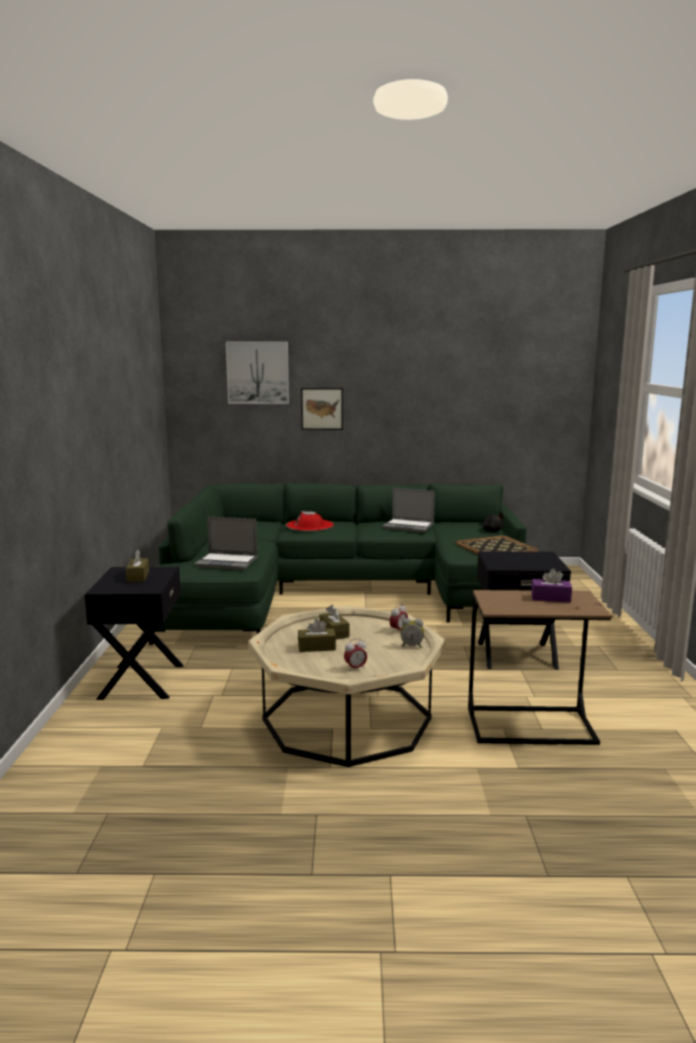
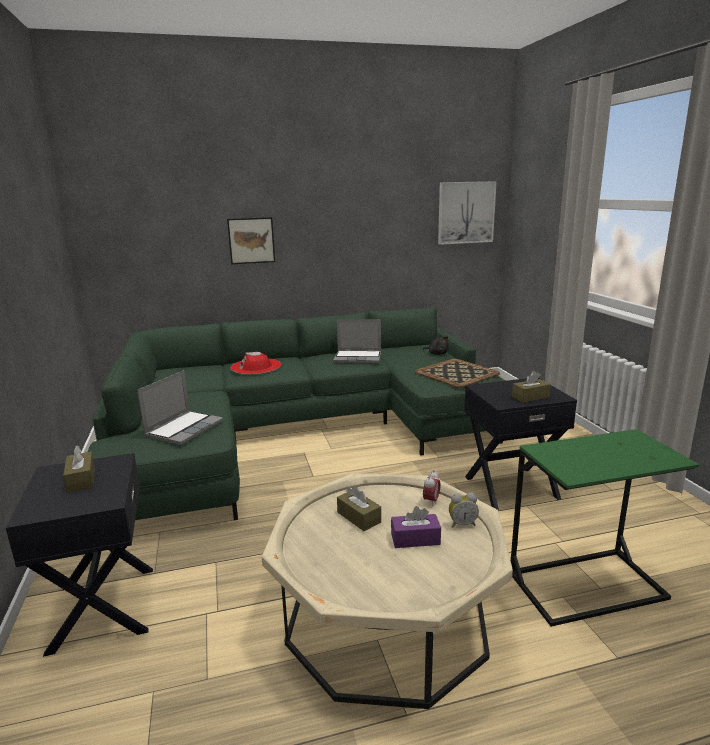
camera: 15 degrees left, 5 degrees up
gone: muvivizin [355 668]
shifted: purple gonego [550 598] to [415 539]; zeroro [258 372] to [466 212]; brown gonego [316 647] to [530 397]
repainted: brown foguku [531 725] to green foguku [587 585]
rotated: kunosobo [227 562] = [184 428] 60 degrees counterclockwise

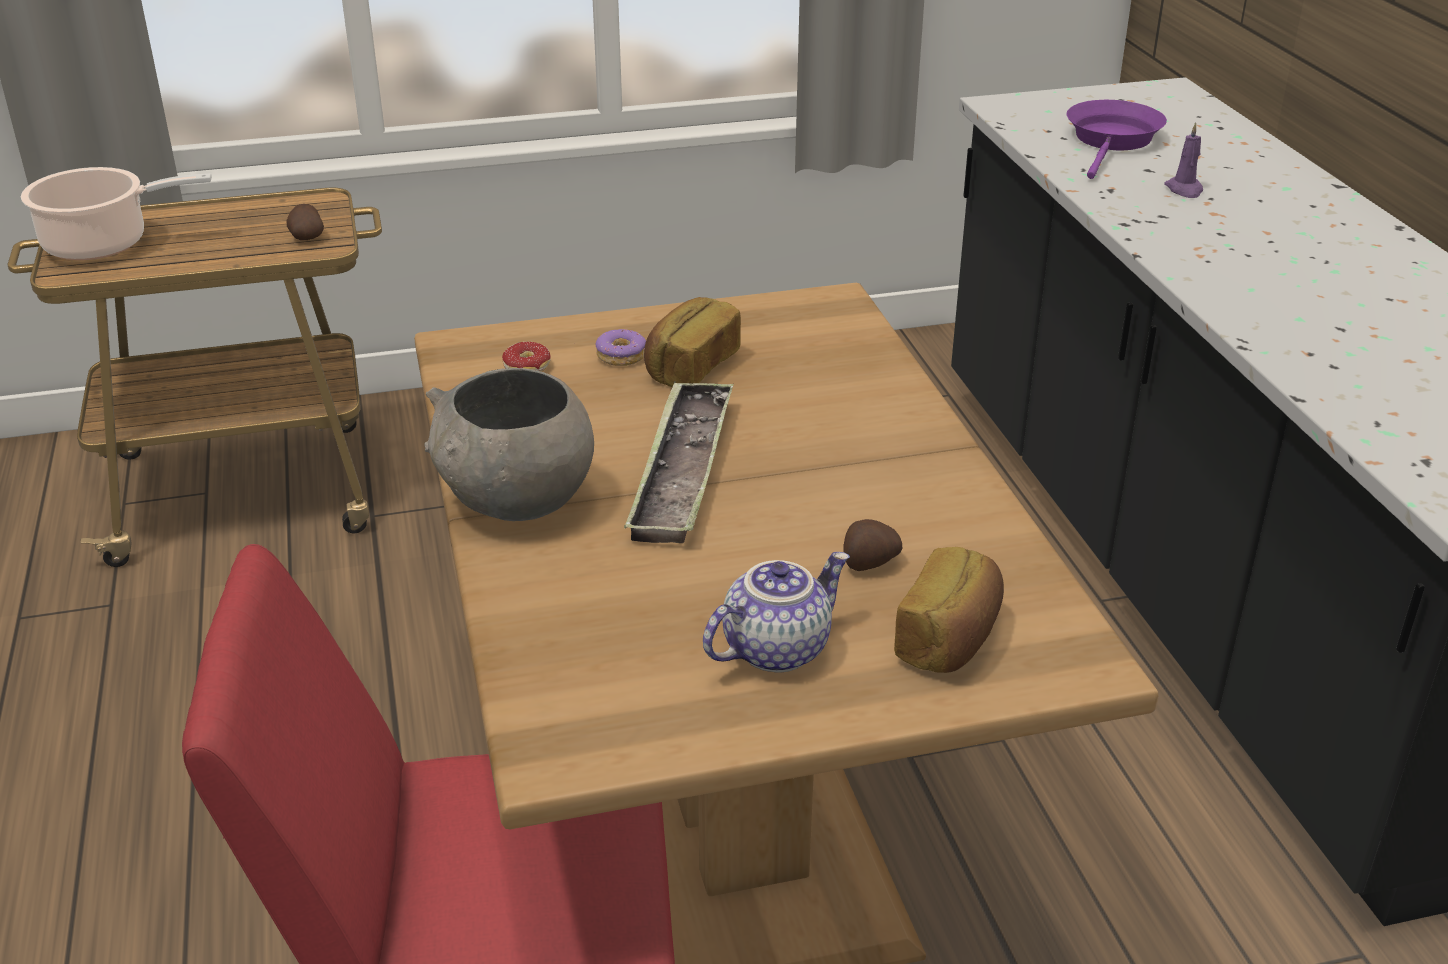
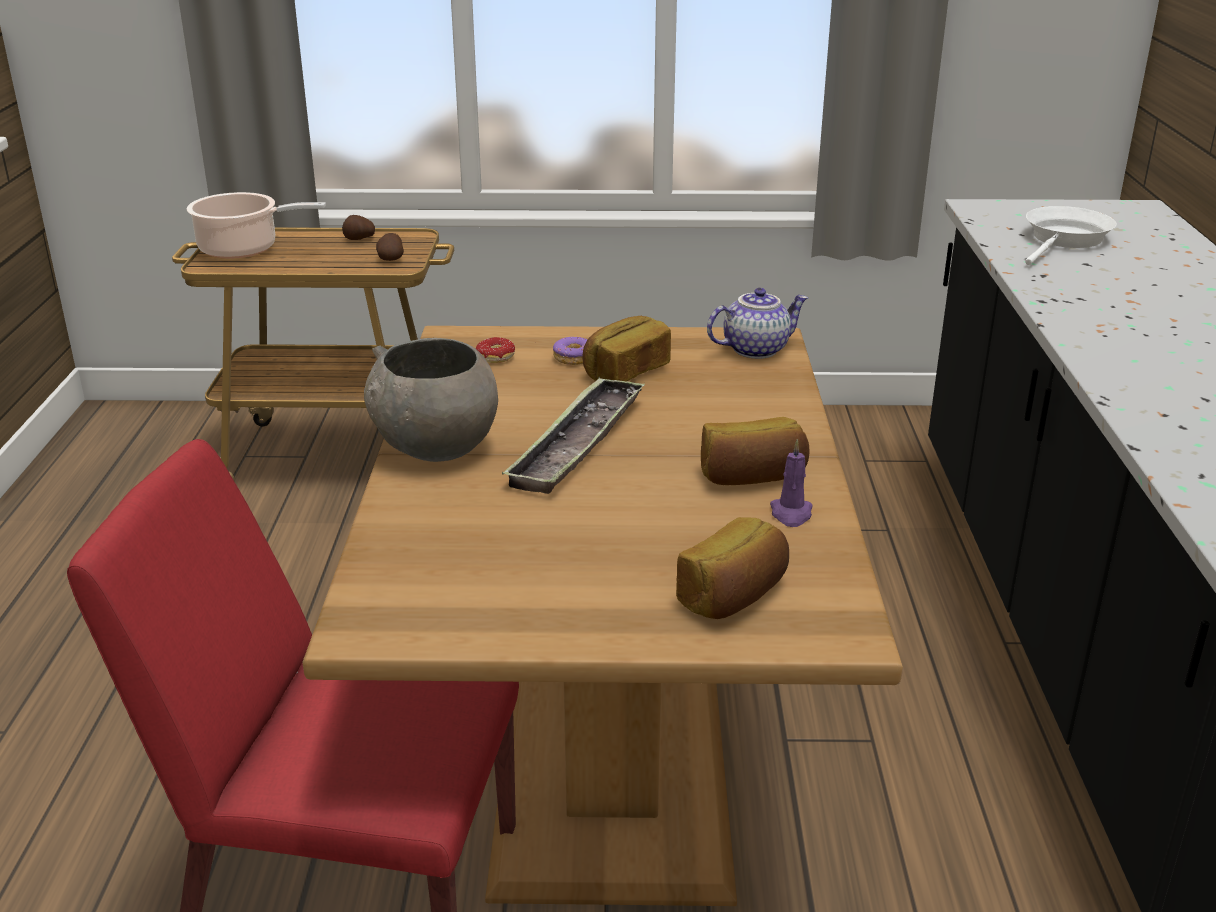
camera: 15 degrees right, 5 degrees down
new: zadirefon [752 477]
shifted: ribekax [868 563] to [359 239]; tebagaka [775 648] to [755 349]; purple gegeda [1184 190] to [791 514]
repainted: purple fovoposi [1112 141] to white fovoposi [1065 240]

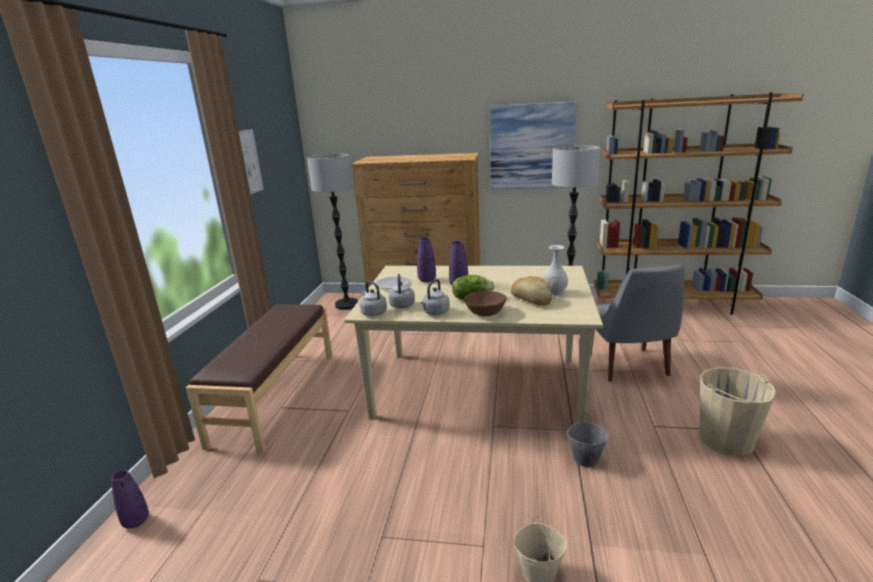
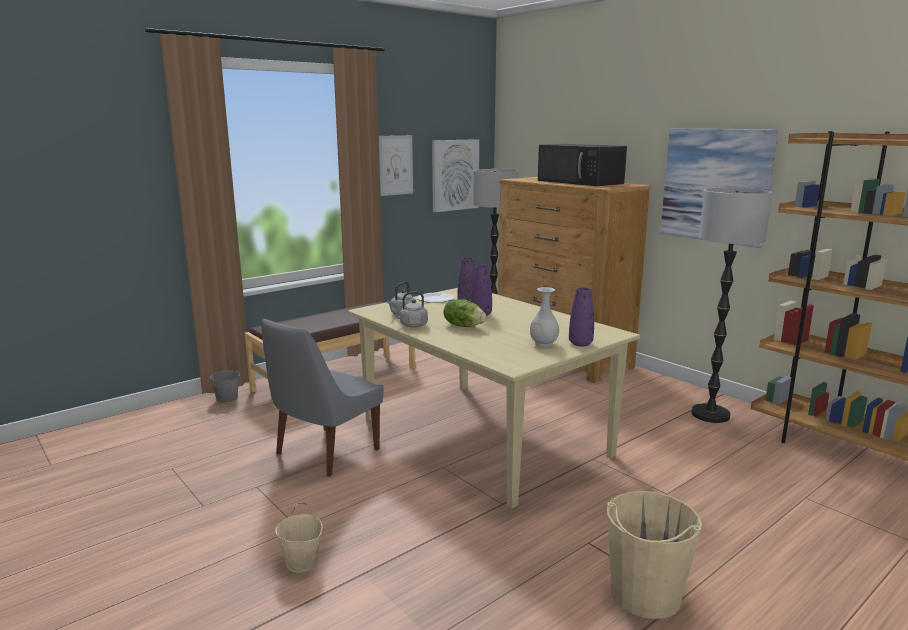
camera: 40 degrees right, 5 degrees down
gone: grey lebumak [373 312]; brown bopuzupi [485 312]; zadirefon [531 300]
new: zeroro [454 175]; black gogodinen [581 182]
shifted: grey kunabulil [585 458] to [226 398]; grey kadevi [628 366] to [324 453]; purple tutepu [136 521] to [580 343]

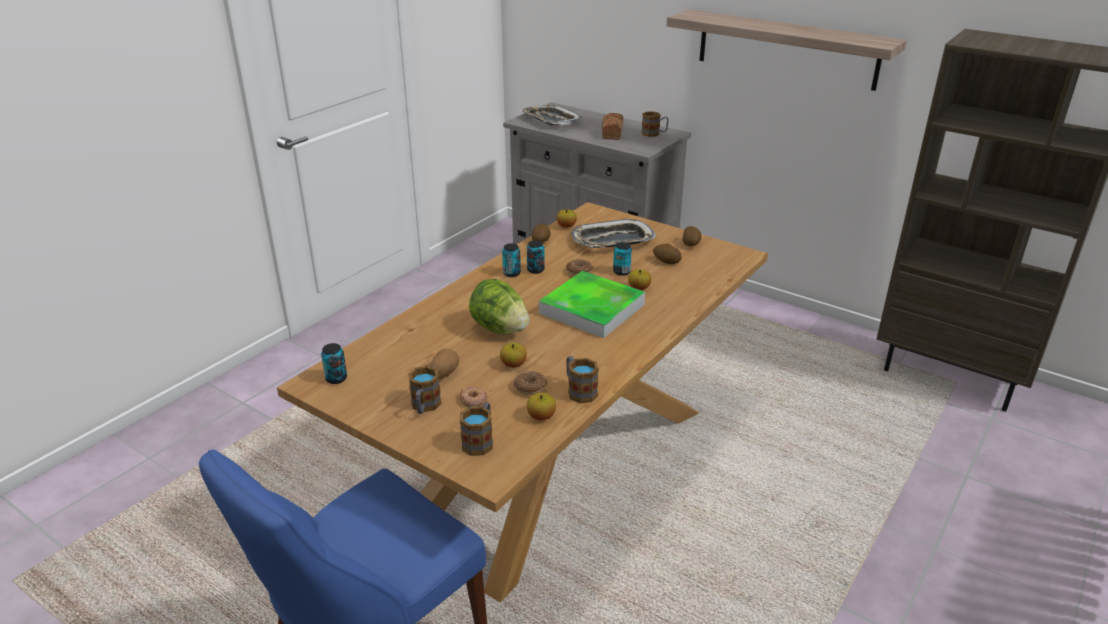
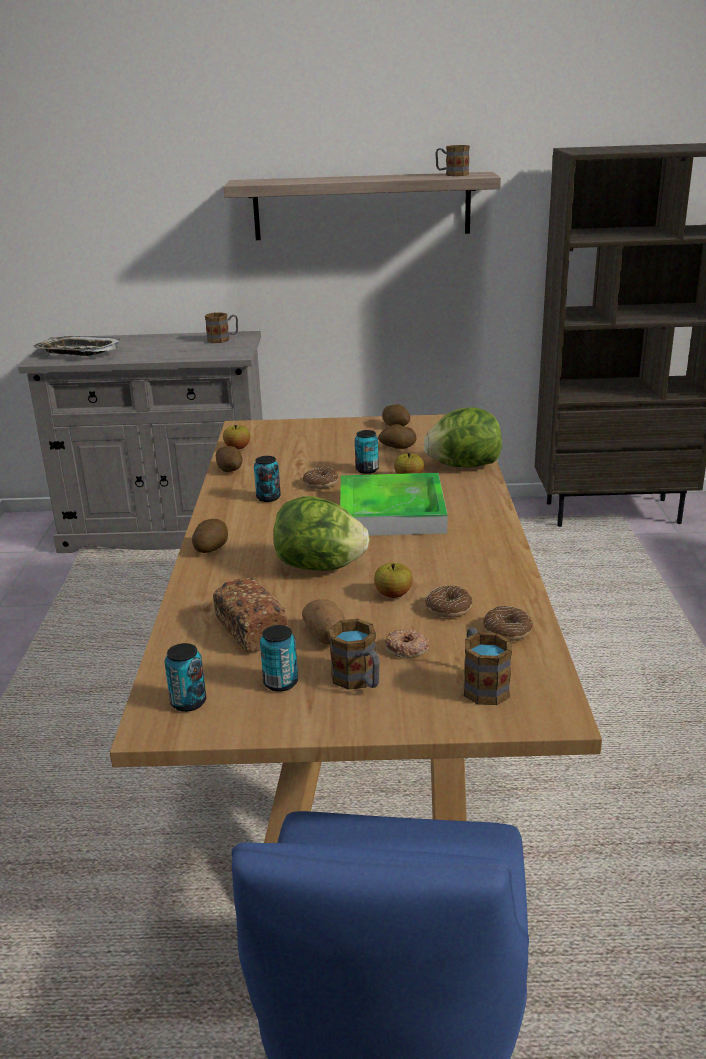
camera: 35 degrees left, 5 degrees down
gone: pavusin [612 241]
new: ribekax [211 547]; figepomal [463 466]
shifted: zadirefon [612 134] to [250 630]; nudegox [511 273] to [280 683]; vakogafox [579 390] to [452 174]
swapped: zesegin [541 416] to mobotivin [507 631]

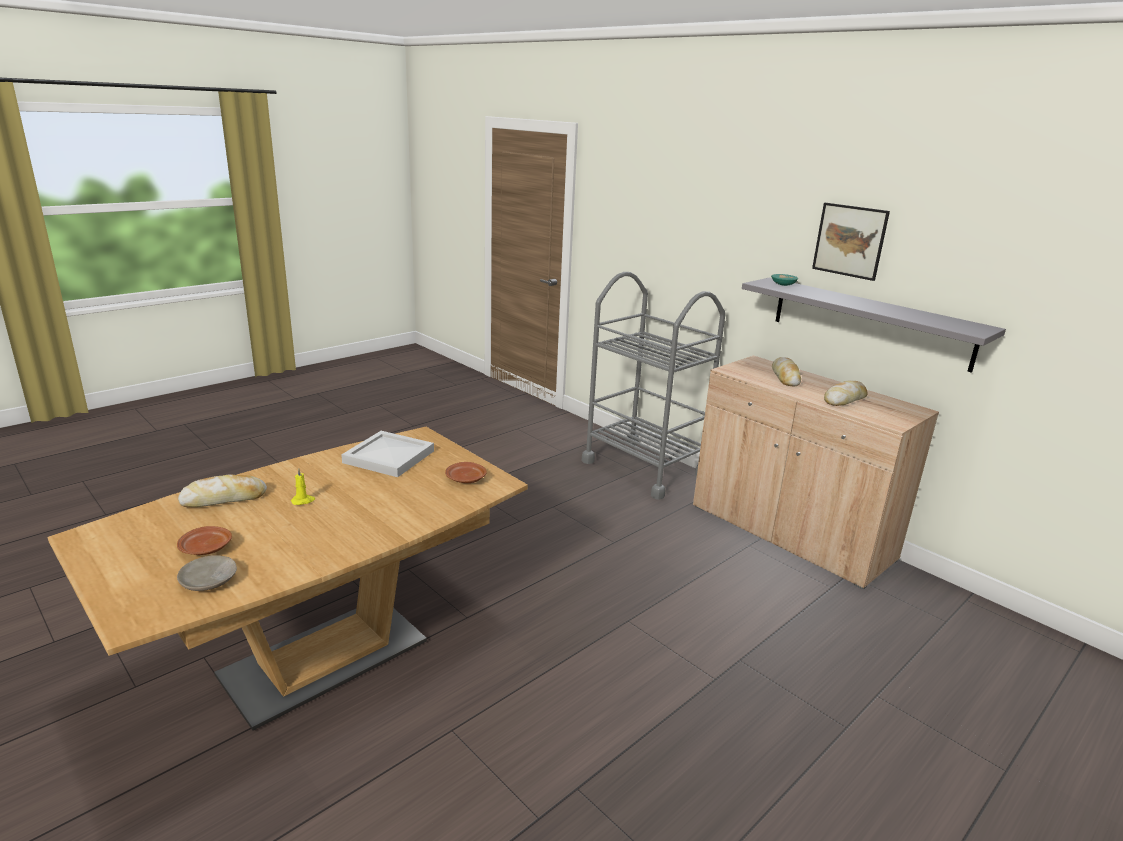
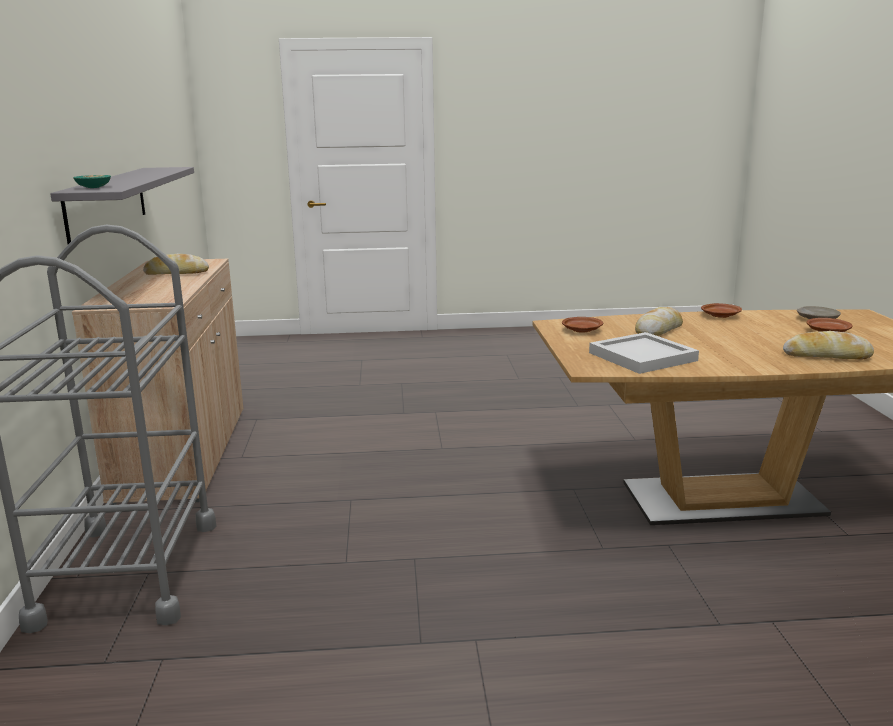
camera: 140 degrees left, 5 degrees down
gone: yellow gegeda [303 501]; zeroro [849 241]
new: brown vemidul [720 316]
shifted: zadirefon [785 377] to [659 330]

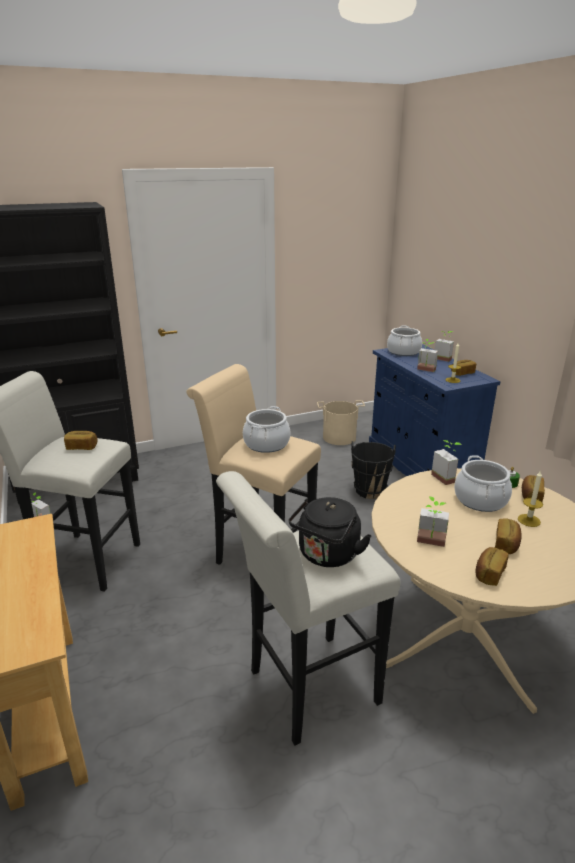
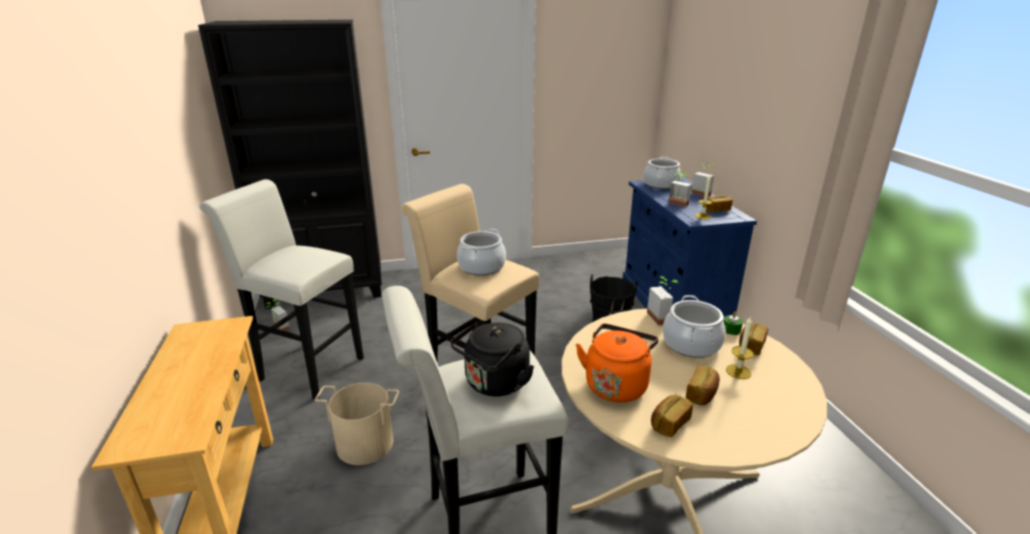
camera: 10 degrees right, 0 degrees up
gone: zadirefon [82 447]
shifted: beige kunabulil [339 437] to [365 443]
swapped: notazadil [430 543] to orange lebumak [616 384]

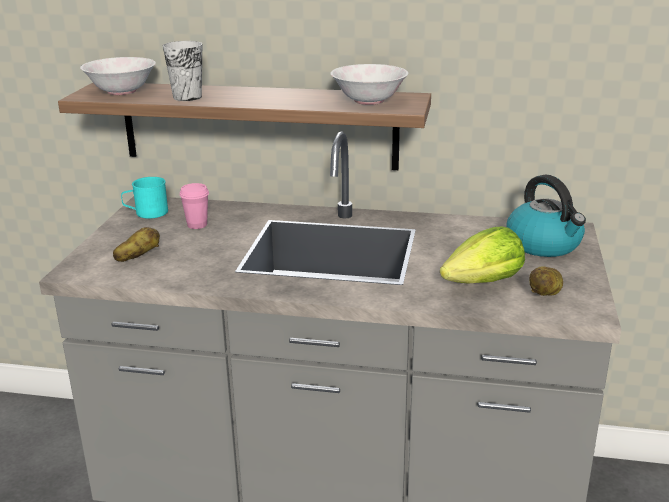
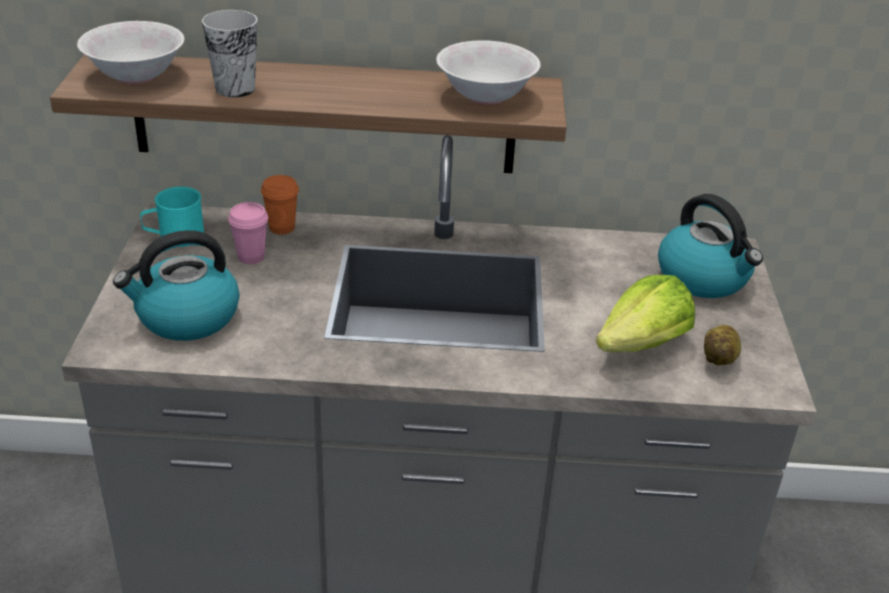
camera: 10 degrees left, 10 degrees up
new: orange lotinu [282 228]
swapped: ribekax [138 257] to lebumak [186 317]

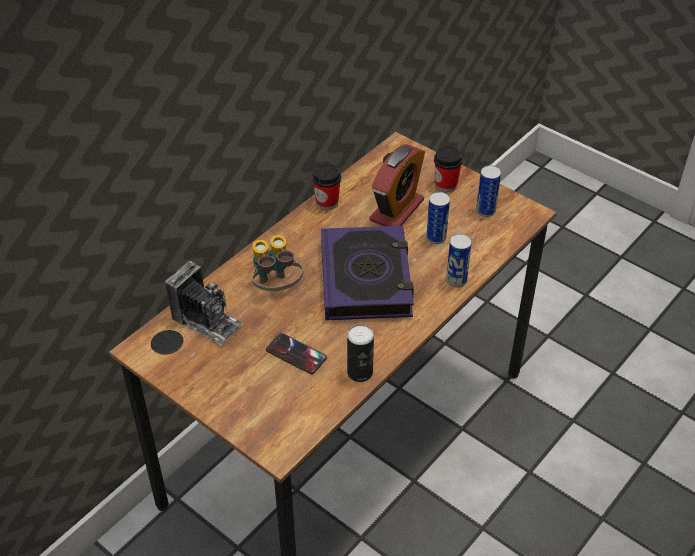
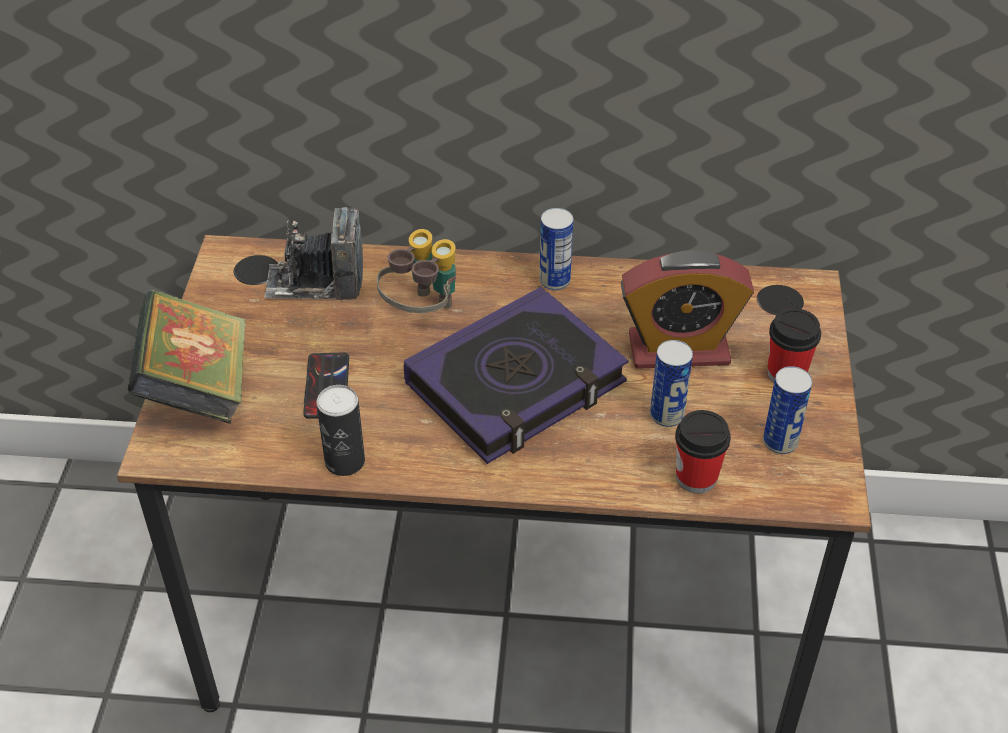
camera: 55 degrees right, 0 degrees up
new: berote [197 389]
shifted: nudegox [456 280] to [554 281]; lotinu [327 202] to [696 477]
rotated: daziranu [207 320] = [315 282] 90 degrees clockwise

